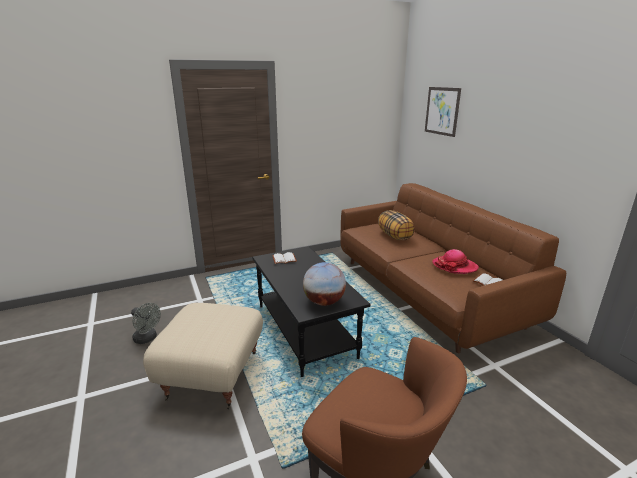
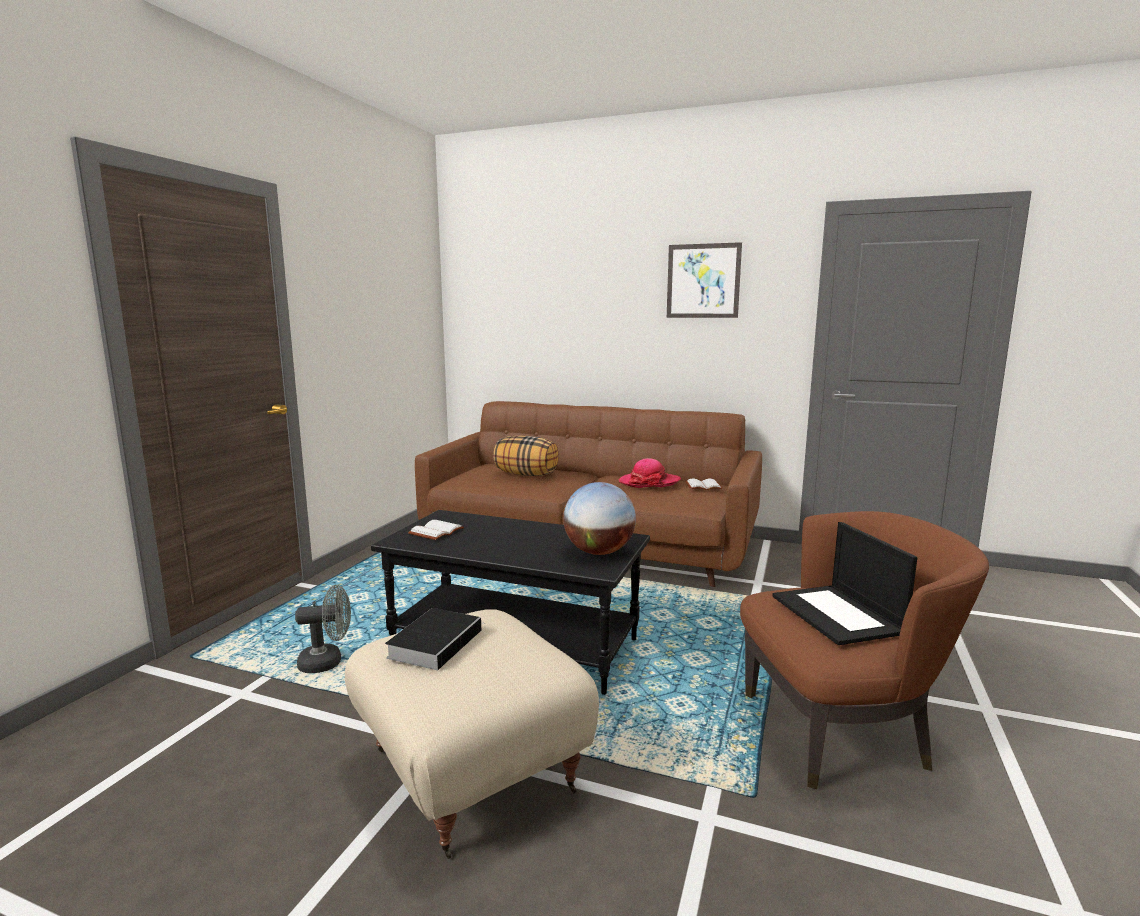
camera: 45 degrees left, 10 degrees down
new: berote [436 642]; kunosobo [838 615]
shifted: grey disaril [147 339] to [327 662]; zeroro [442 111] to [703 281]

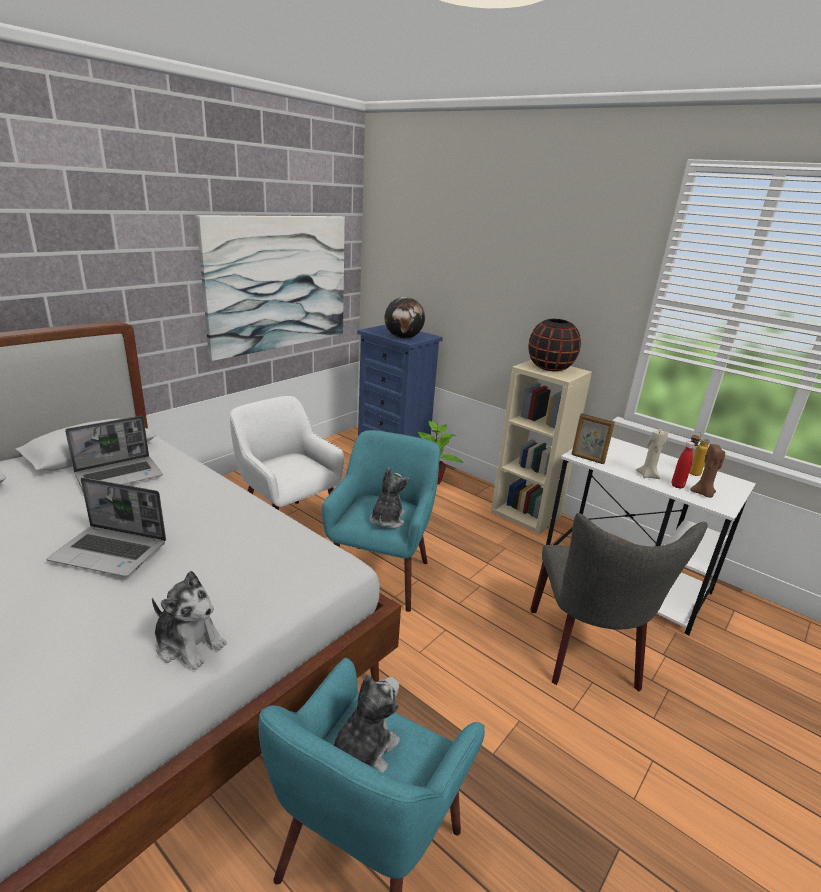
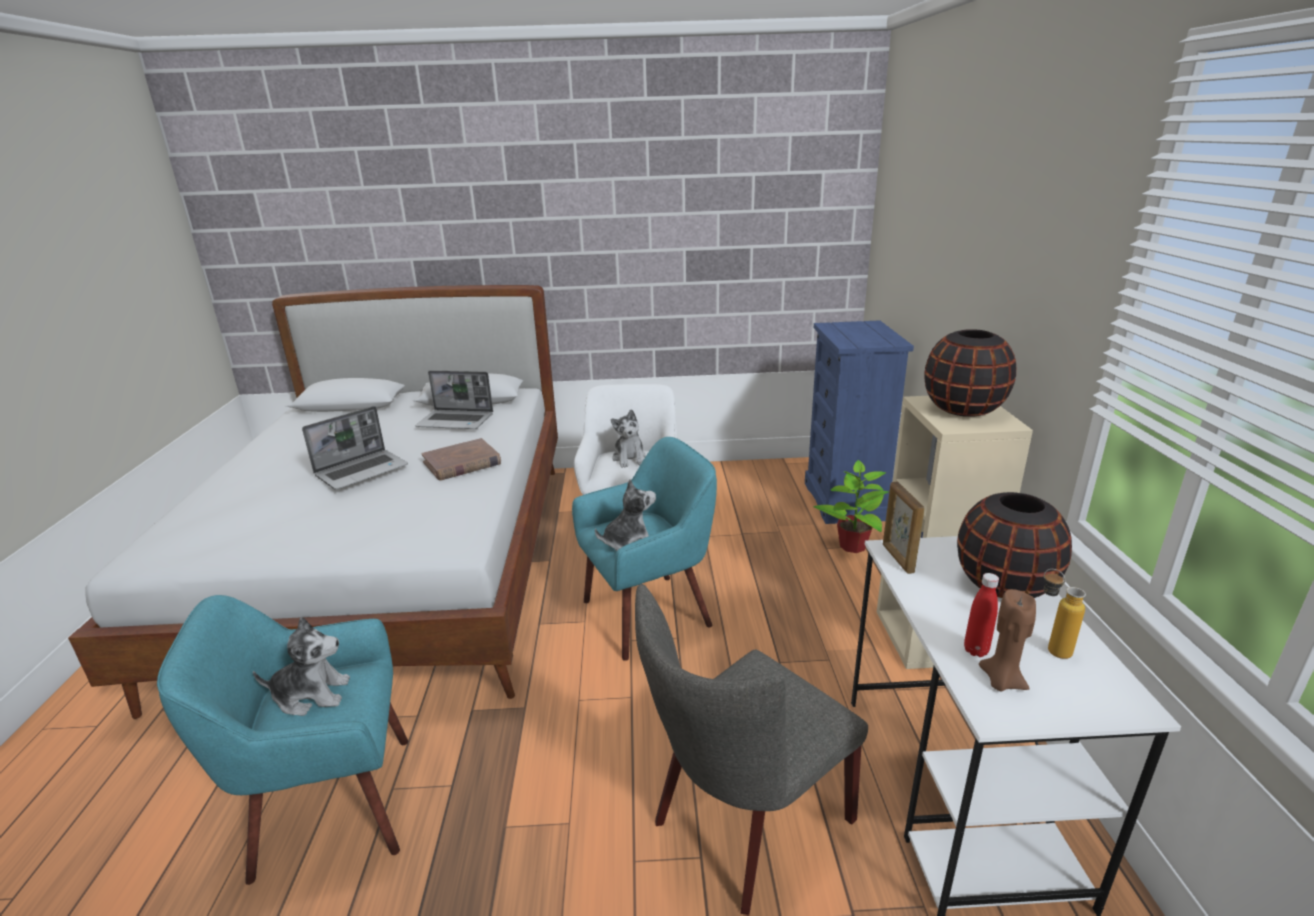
camera: 50 degrees right, 0 degrees up
gone: zeroro [279 283]; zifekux [403 338]; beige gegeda [647 475]
new: brown berote [462 463]; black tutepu [1003 585]
shifted: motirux [189 644] to [629 458]
rotated: kunosobo [111 552] = [362 470] 105 degrees counterclockwise

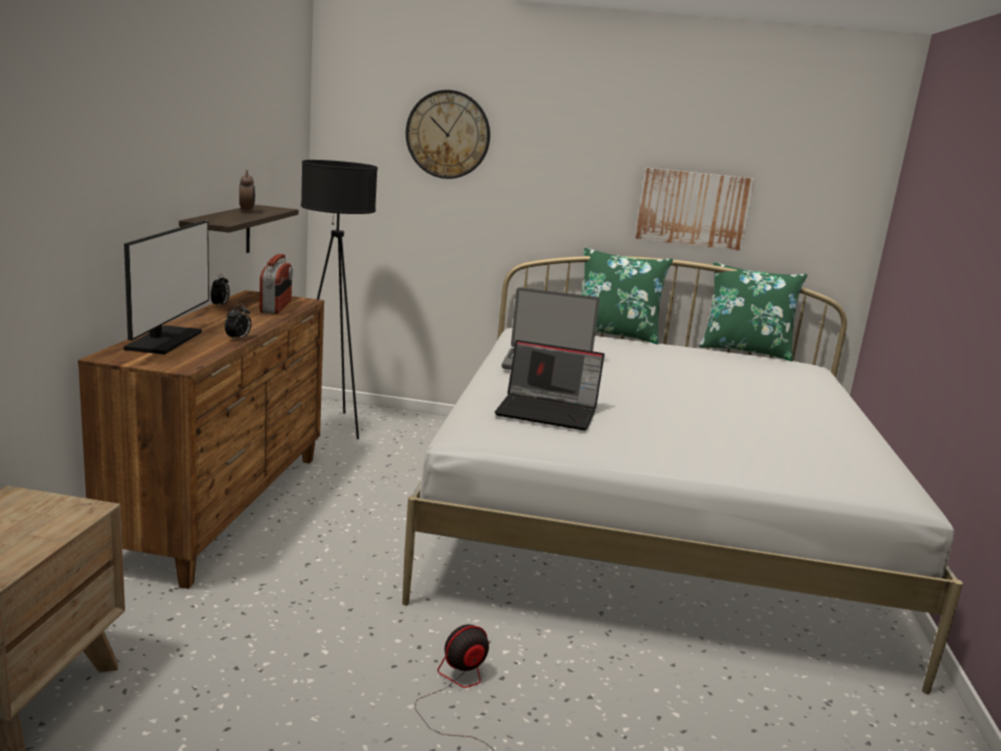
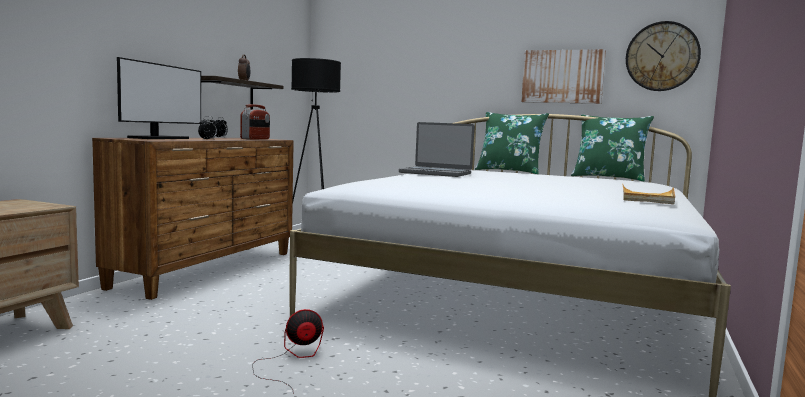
camera: 15 degrees right, 10 degrees down
gone: kunosobo [548 412]
new: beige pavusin [647 197]
shifted: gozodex [448 134] to [662 56]

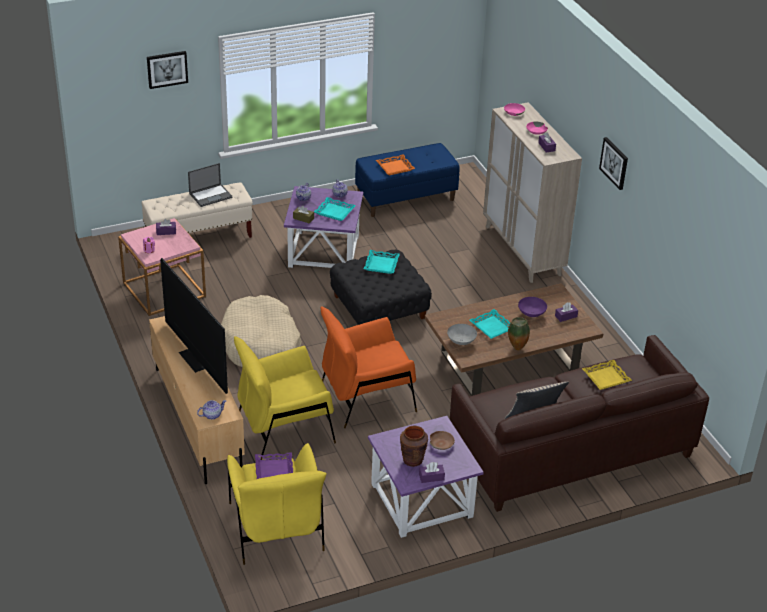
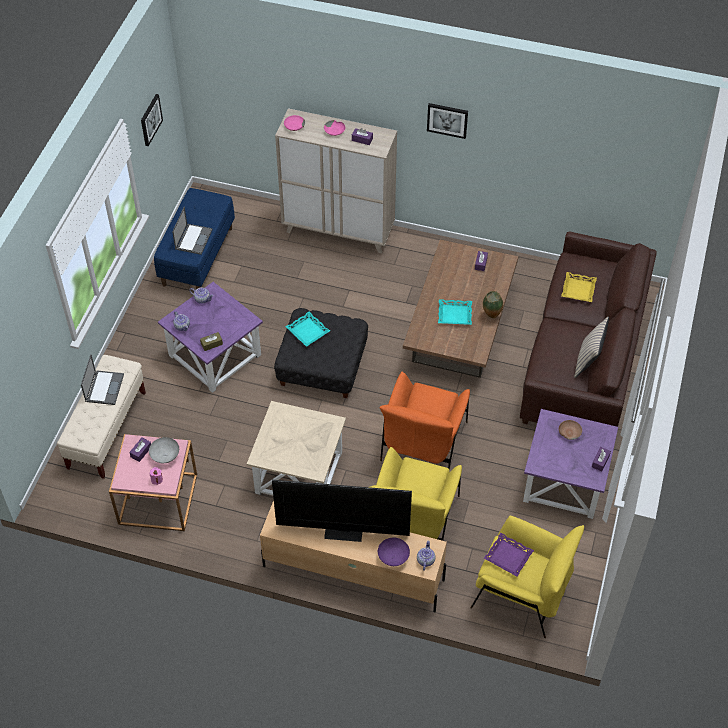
camera: 50 degrees left, 15 degrees up
gone: turquoise pavusin [334 212]; brown tutepu [412 460]
shifted: zeroro [167 69] to [150 119]; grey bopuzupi [461 342] to [165 456]; purple bopuzupi [532 314] to [393 557]
swapped: orange pavusin [395 167] to kunosobo [193 239]; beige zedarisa [261 345] to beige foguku [297 473]

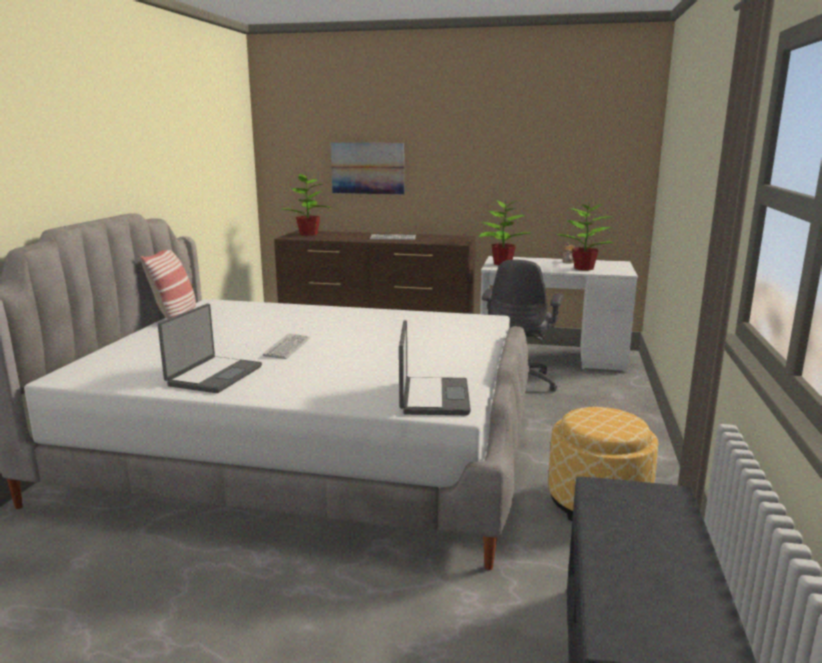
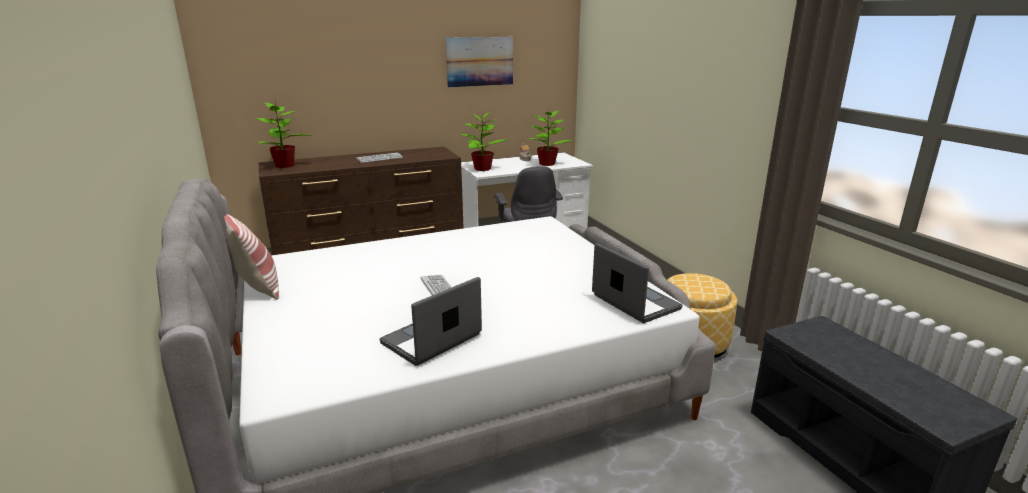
camera: 35 degrees left, 5 degrees up
shifted: zeroro [367 168] to [480 61]
rotated: kunosobo [213 376] = [432 340] 120 degrees counterclockwise

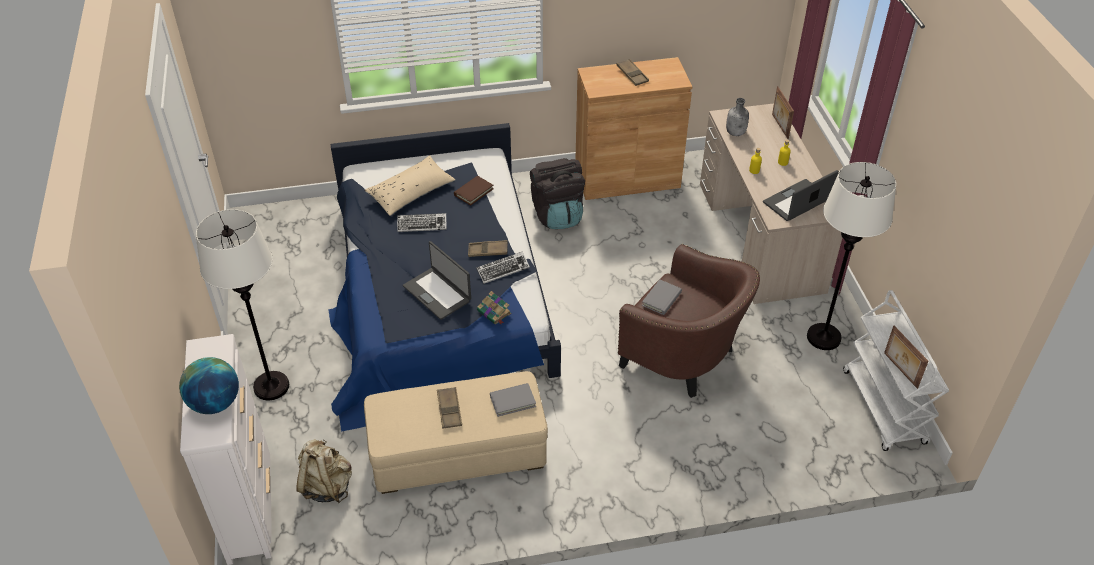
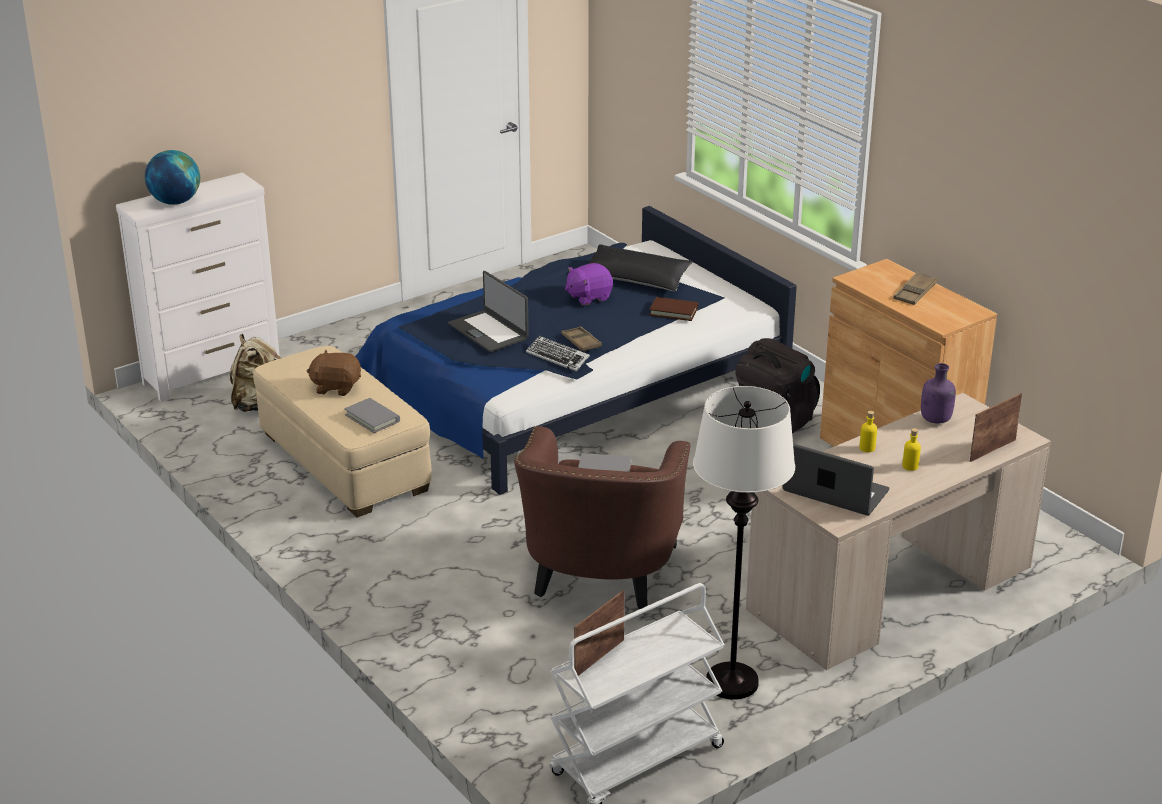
camera: 65 degrees right, 15 degrees down
gone: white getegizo [271 387]; berote [494 313]
swapped: brown pavusin [449 410] to brown motirux [336 387]; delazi [422 225] to purple motirux [588 297]
repainted: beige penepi [411 192] to black penepi [636 279]; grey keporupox [736 133] to purple keporupox [936 420]
rotated: kunosobo [437 293] = [489 331] 60 degrees counterclockwise

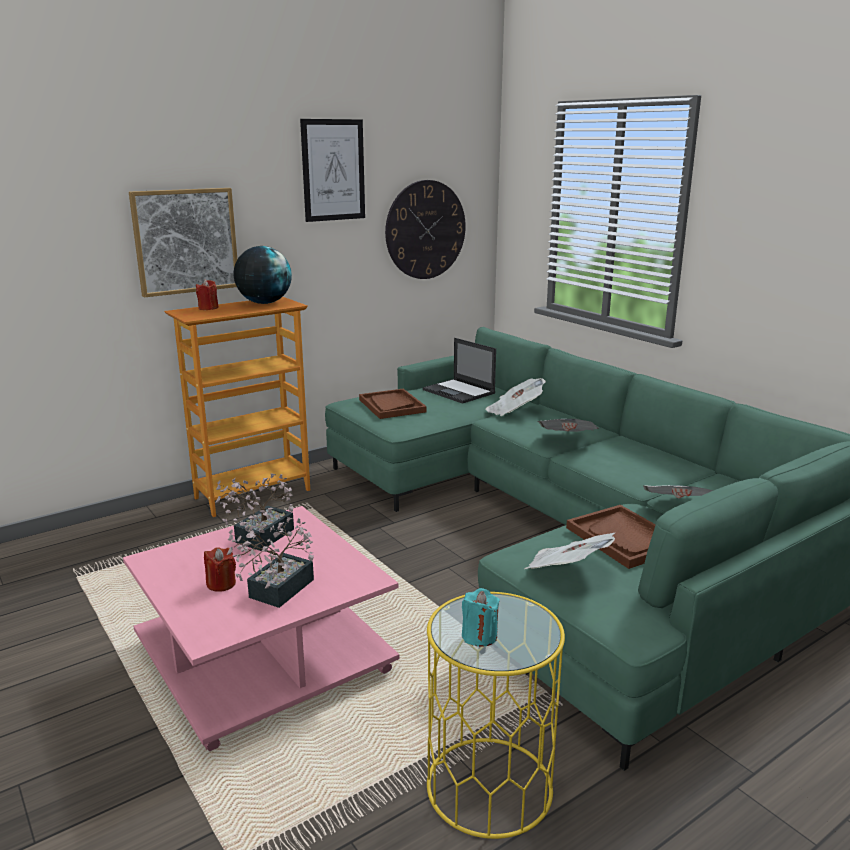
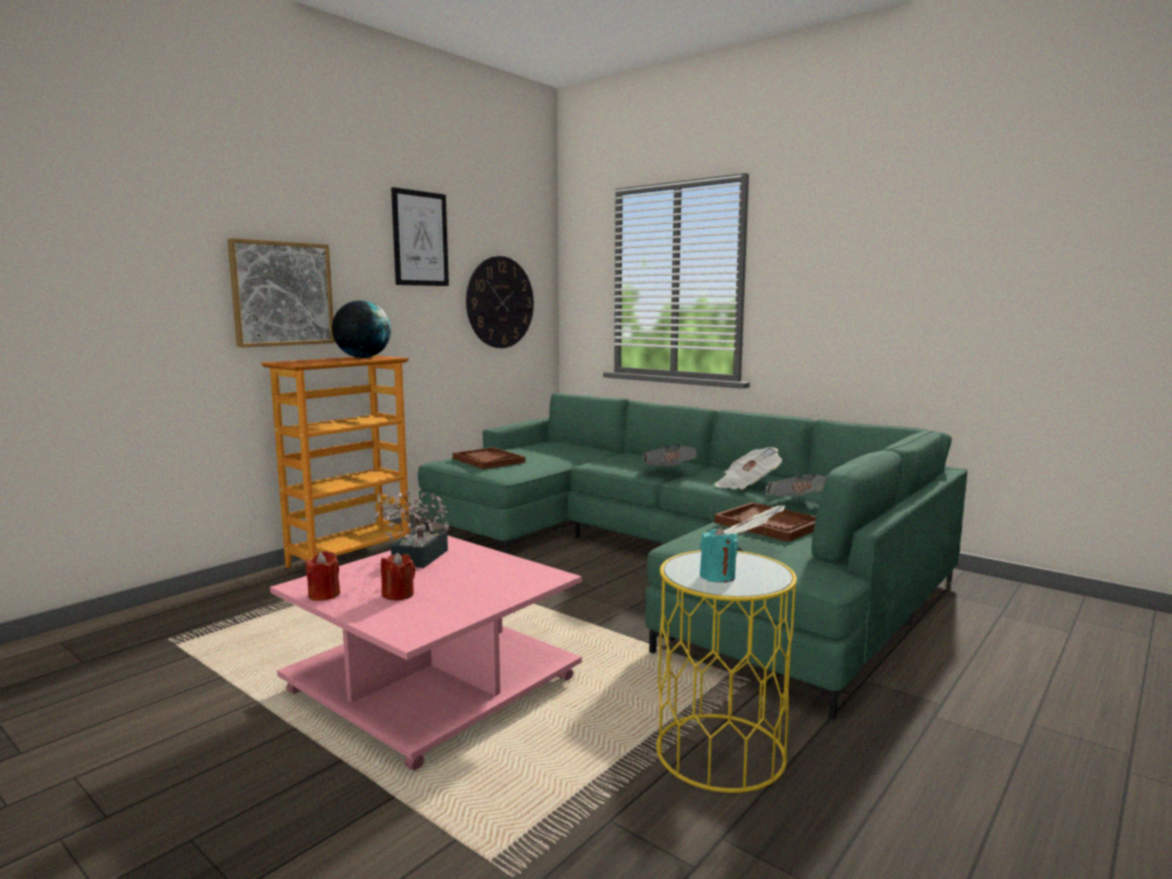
camera: 15 degrees left, 10 degrees down
gone: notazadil [276 592]; kunosobo [459 392]
shifted: red gegeda [208 308] to [324 595]; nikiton [514 411] to [747 485]

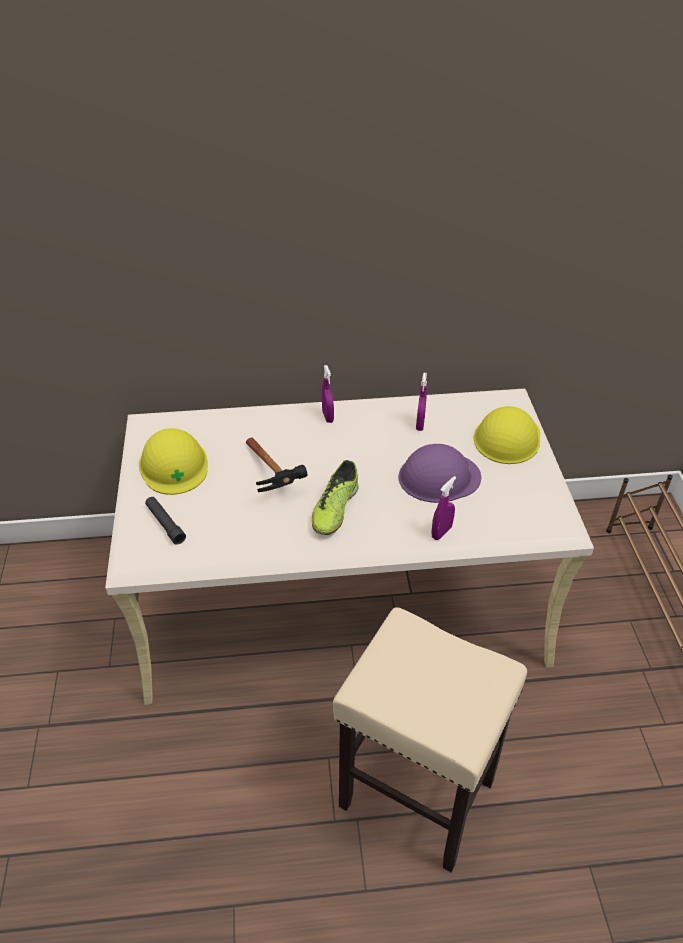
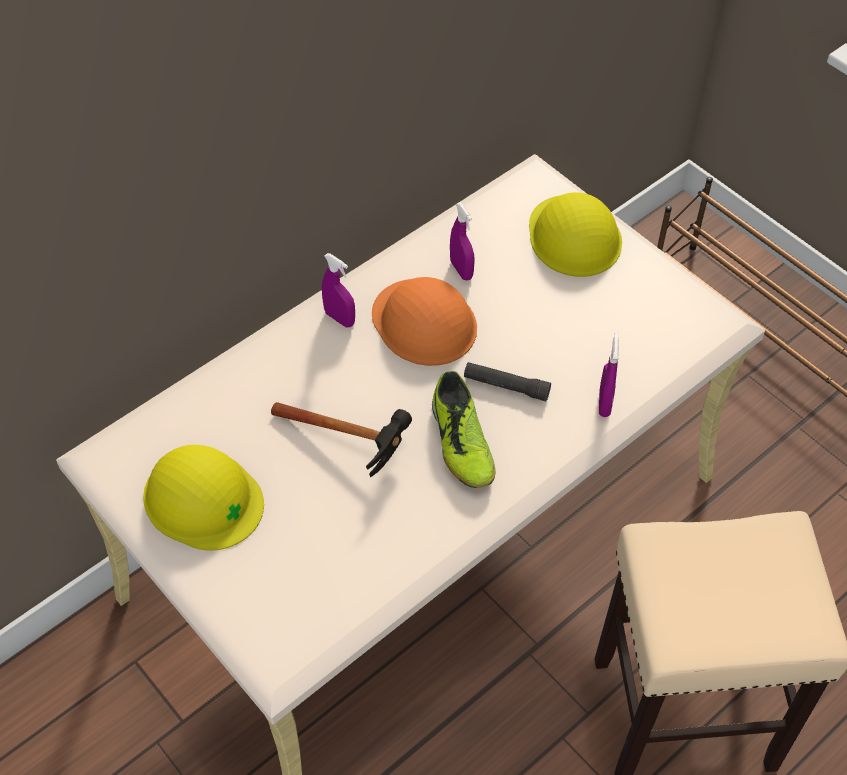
camera: 35 degrees left, 10 degrees up
gone: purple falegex [438 477]
new: orange falegex [424 322]
shifted: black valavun [165 524] to [506 386]

